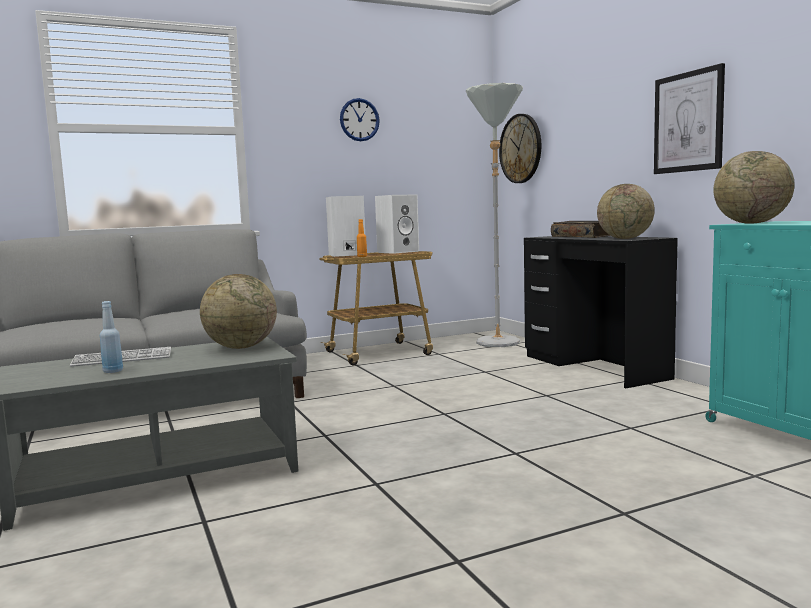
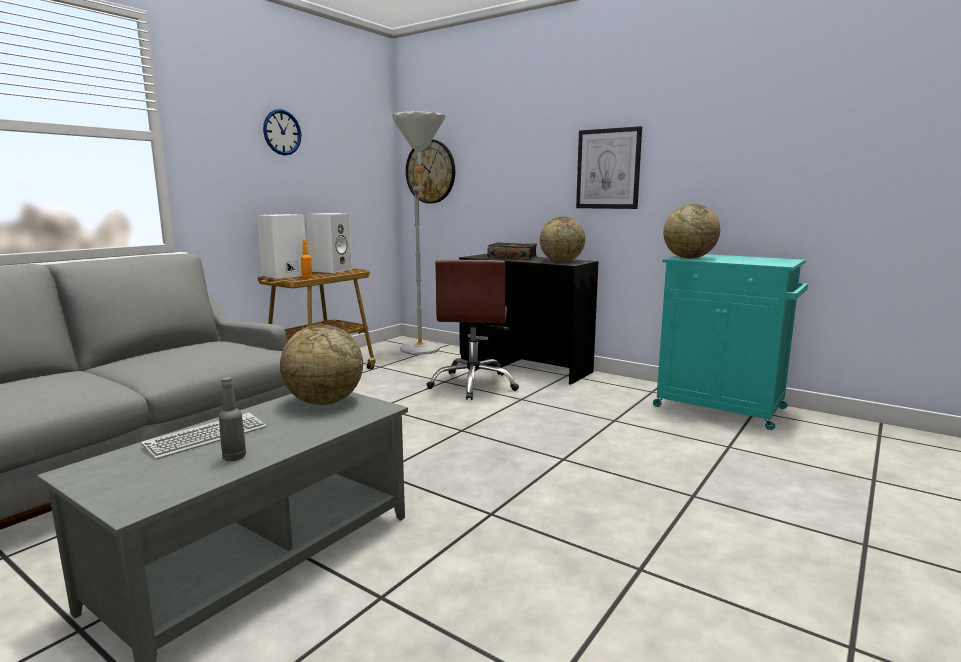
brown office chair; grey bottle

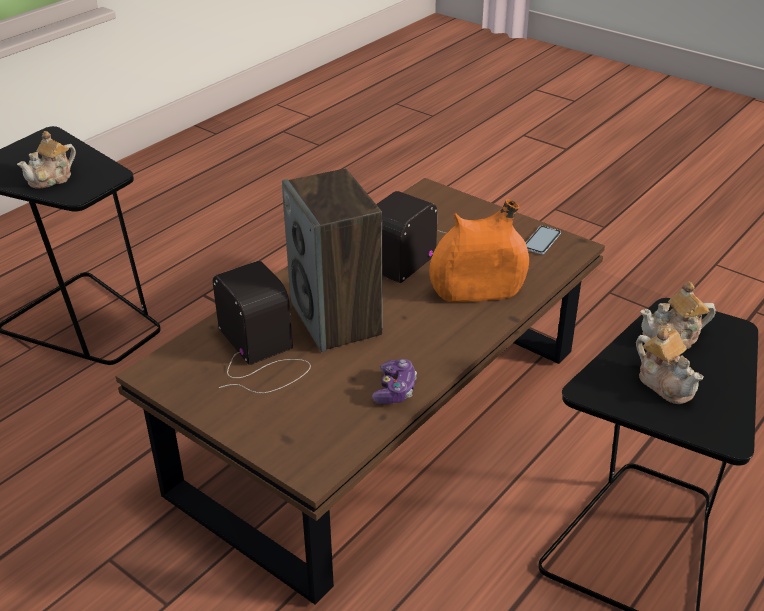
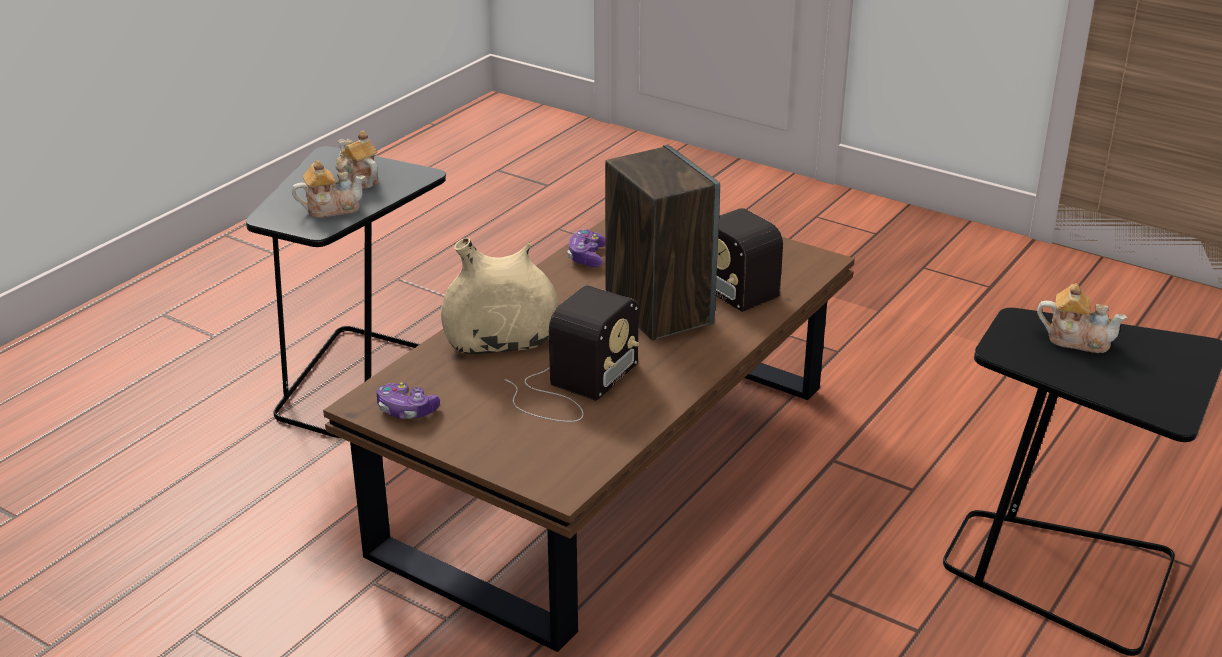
game controller (no. 1 from left); beige vase; teapot (no. 3 from left)

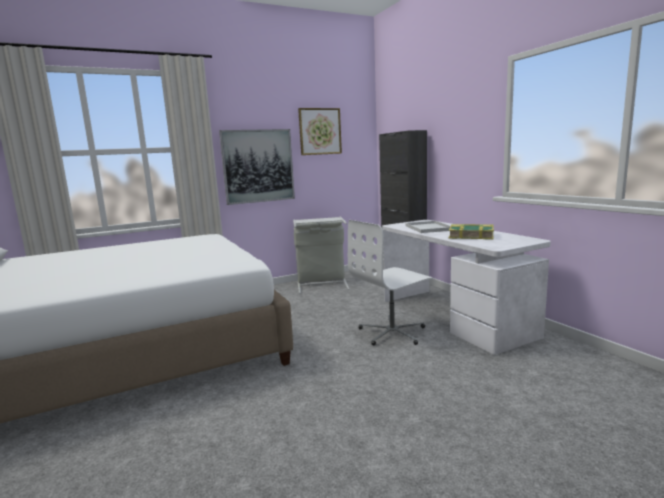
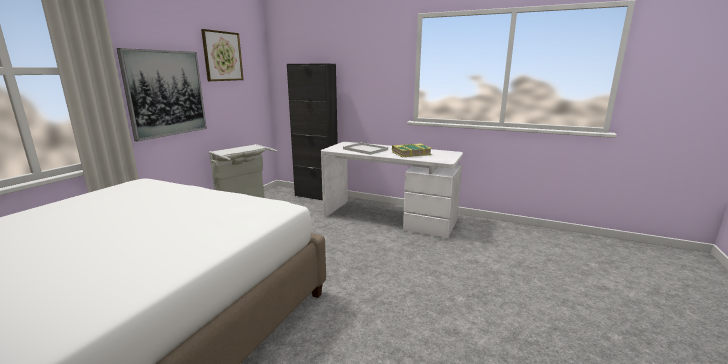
white office chair

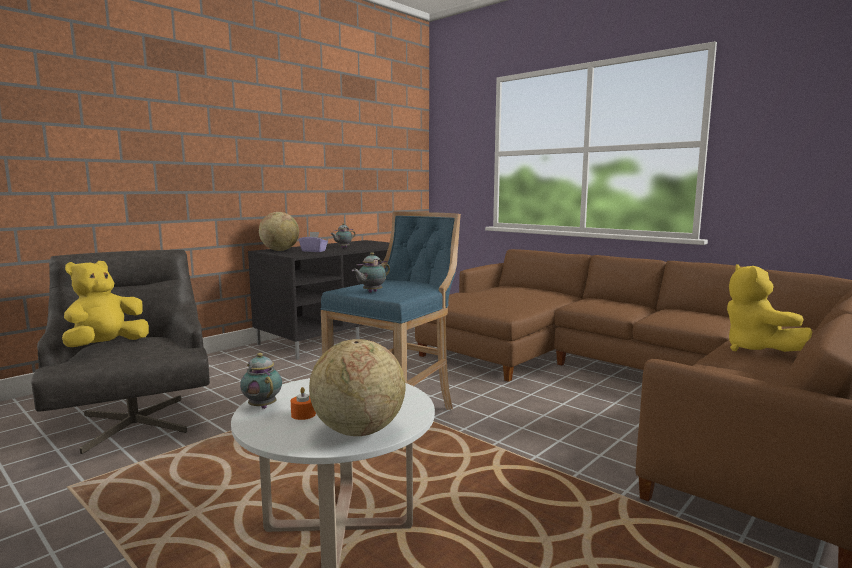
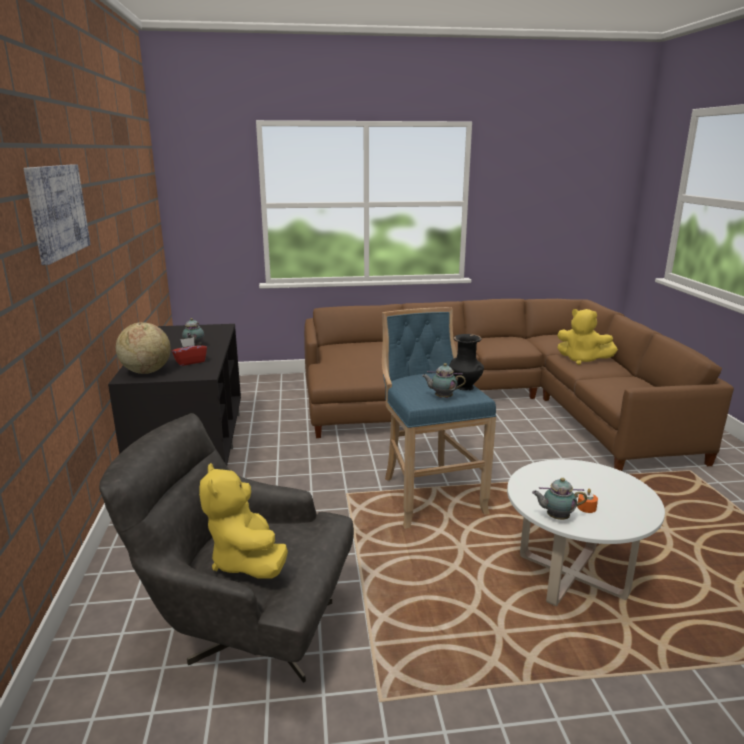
globe (no. 2 from left in the first image); picture; black vase; red tissue box; teapot (no. 2 from left)

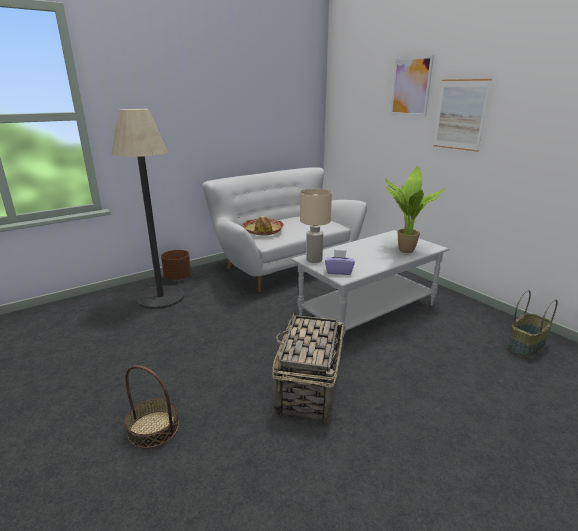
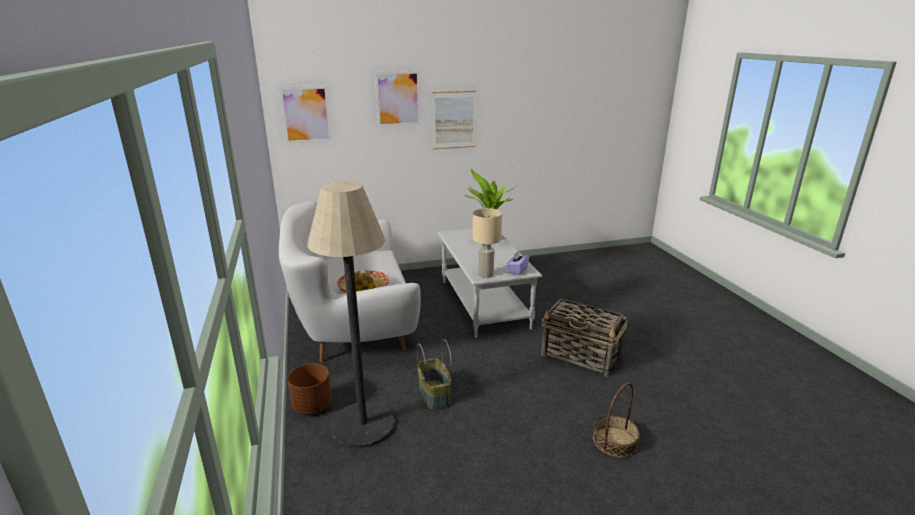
picture (no. 1 from left); basket (no. 1 from left)

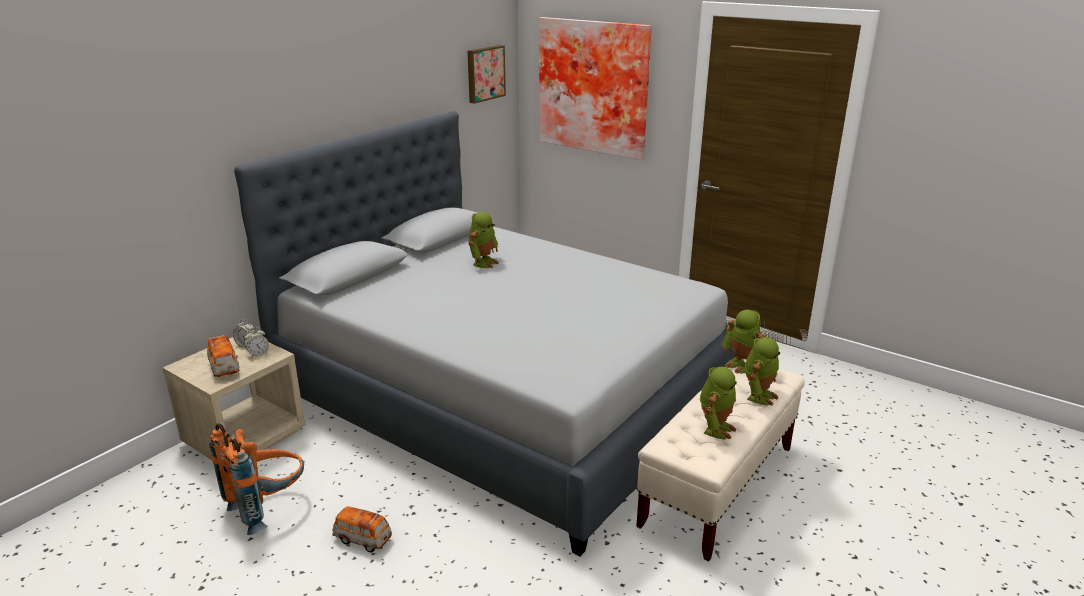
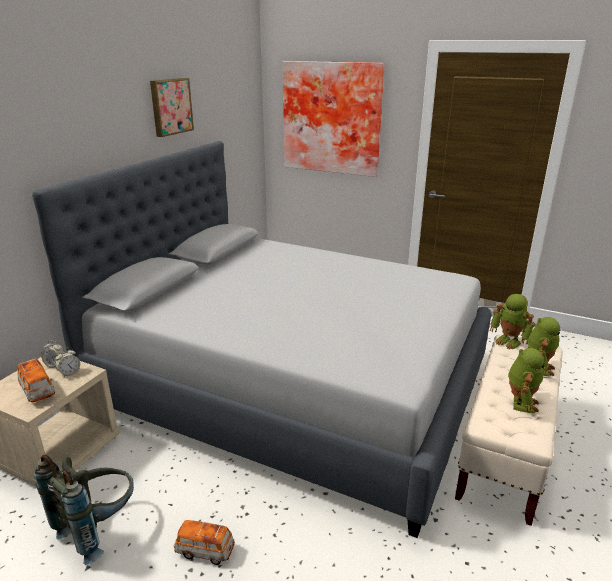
toy robot (no. 1 from left in the first image); picture (no. 1 from left); grey backpack

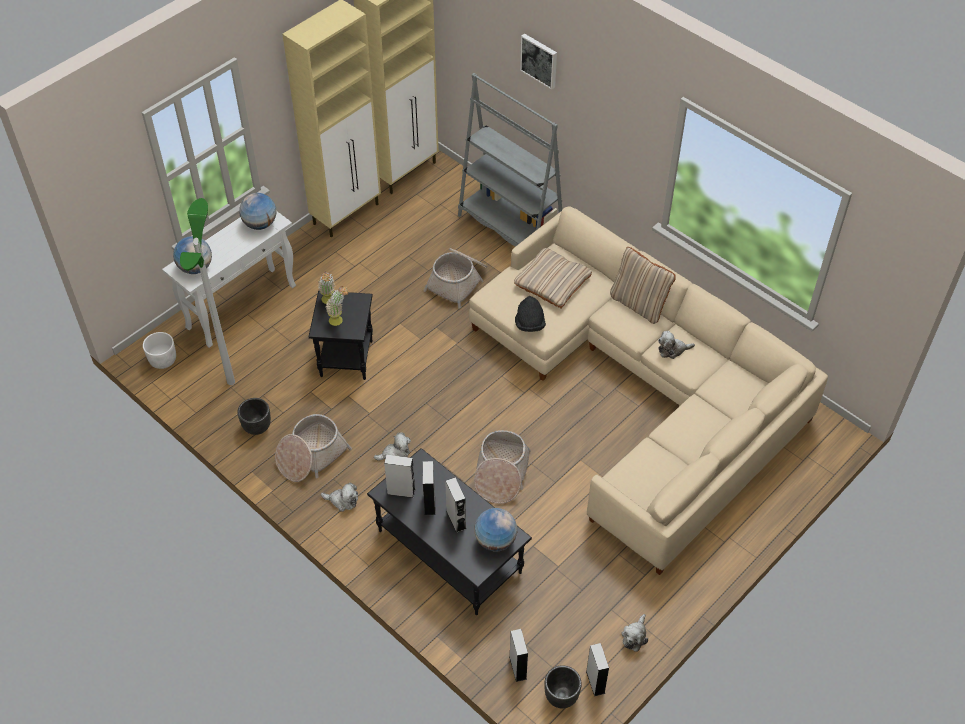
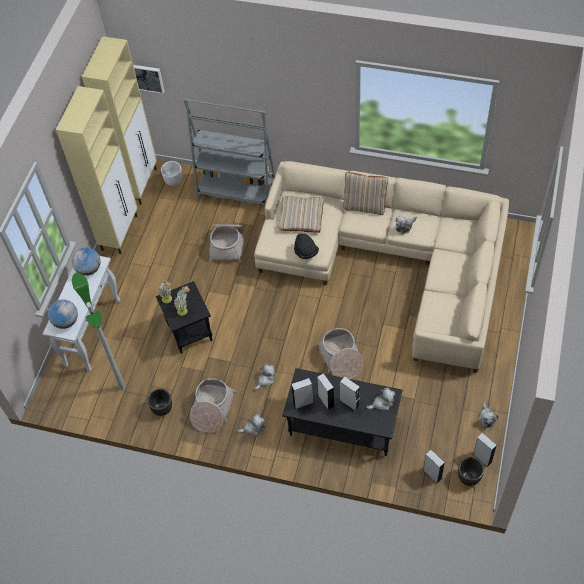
white planter; picture; plush toy (no. 3 from left)

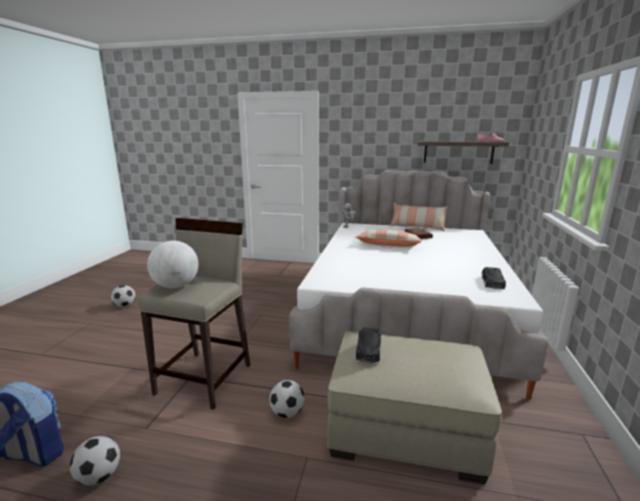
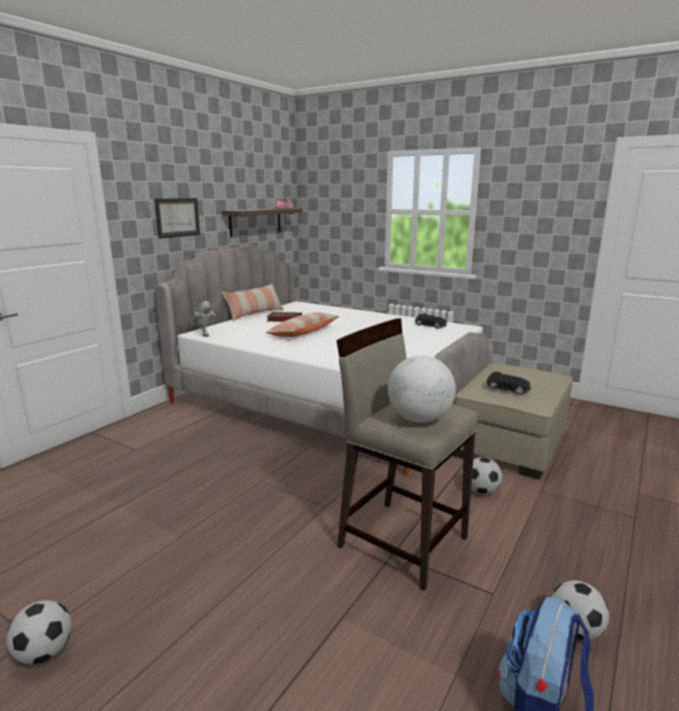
picture

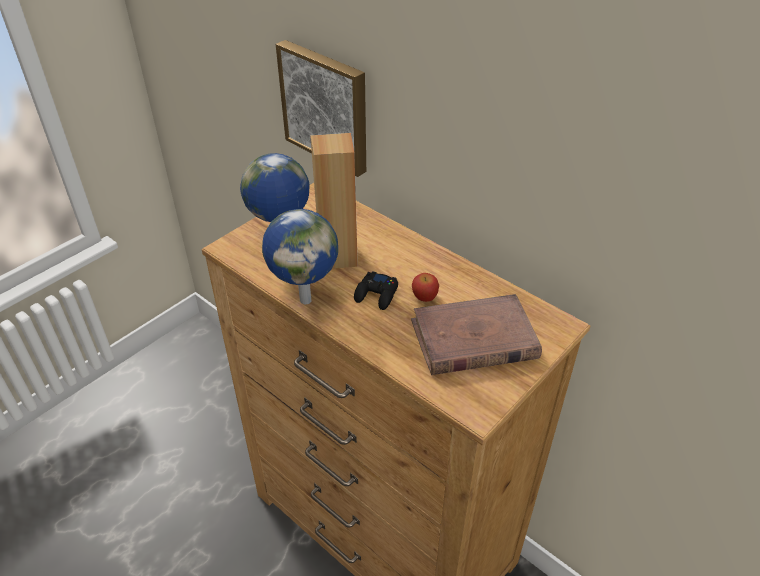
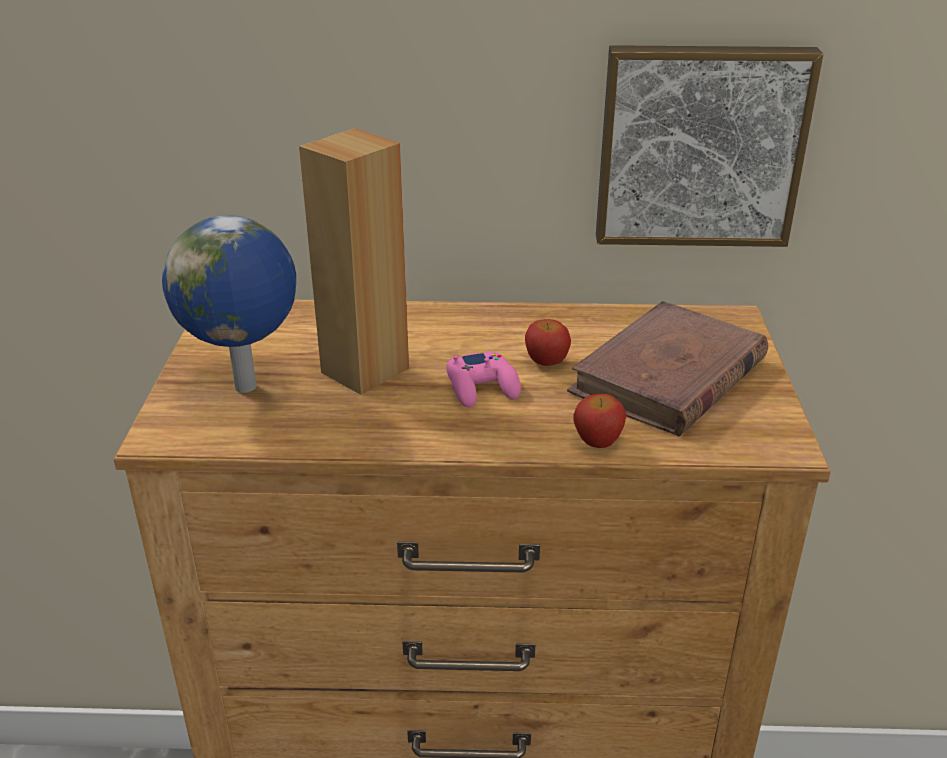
globe (no. 2 from left in the first image); apple (no. 2 from left); picture; pink game controller

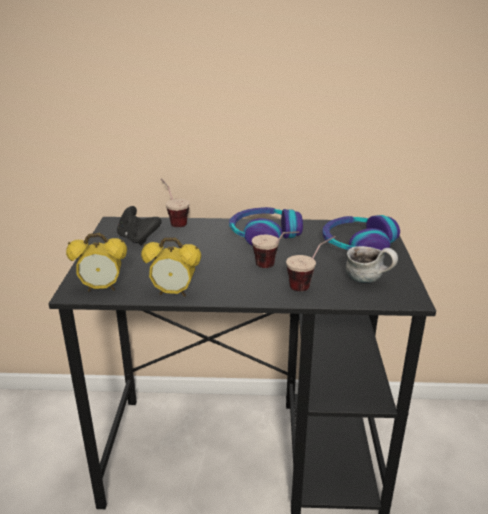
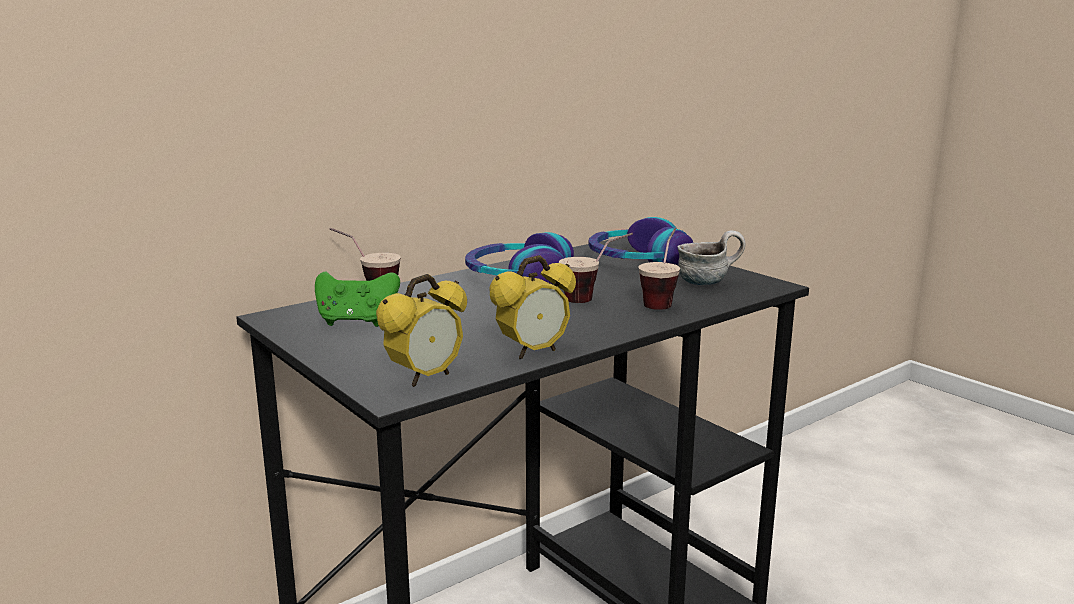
green game controller

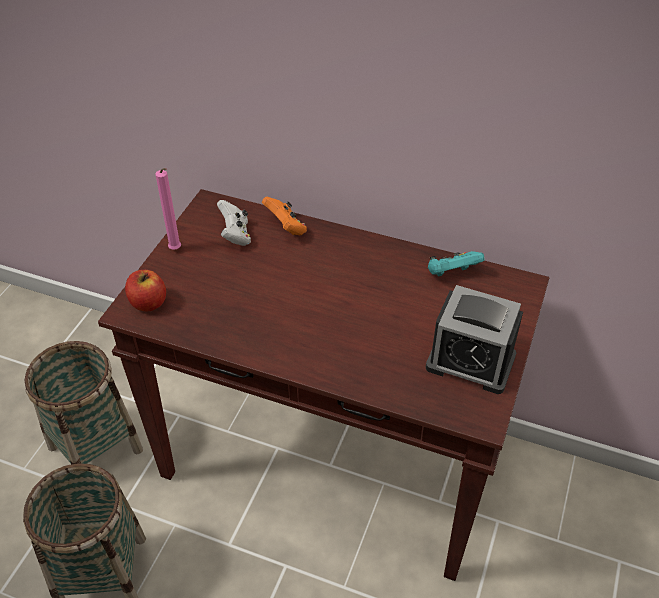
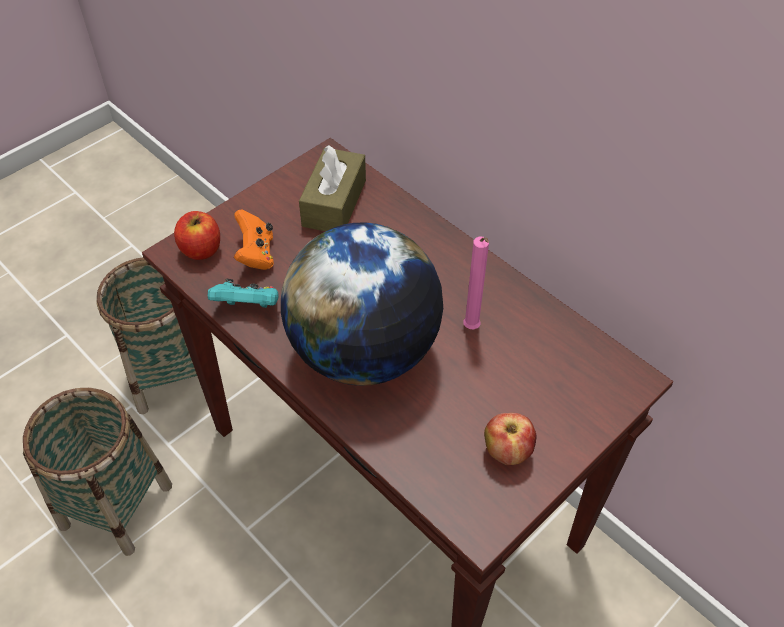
globe; pink candle; orange game controller; turquoise game controller; brown tissue box; apple (no. 2 from left)

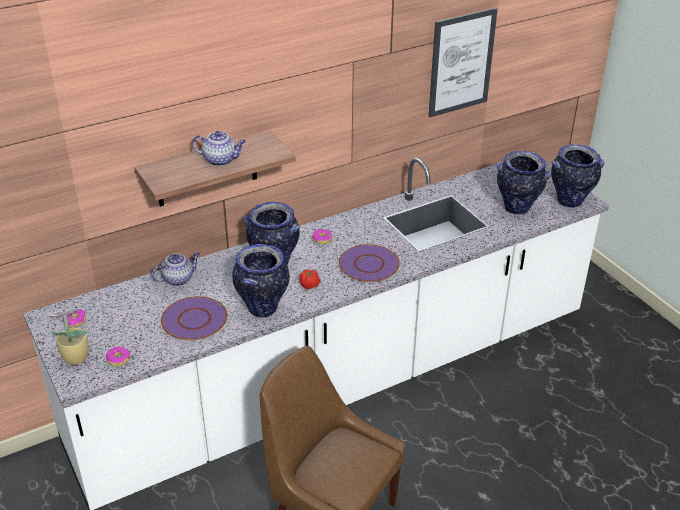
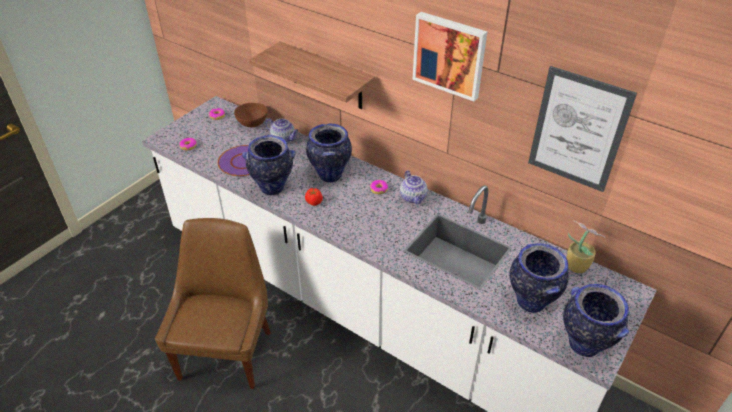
purple plate (no. 2 from left in the first image); brown bowl; picture (no. 1 from left); potted plant; teapot (no. 2 from left)

